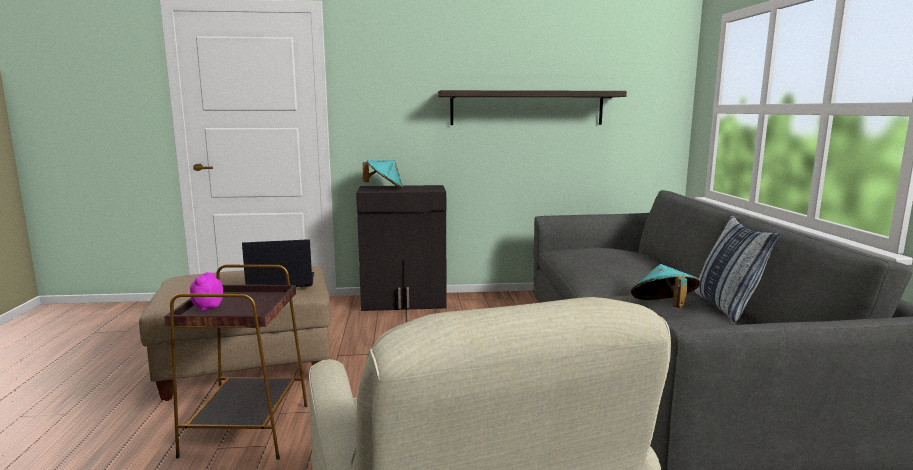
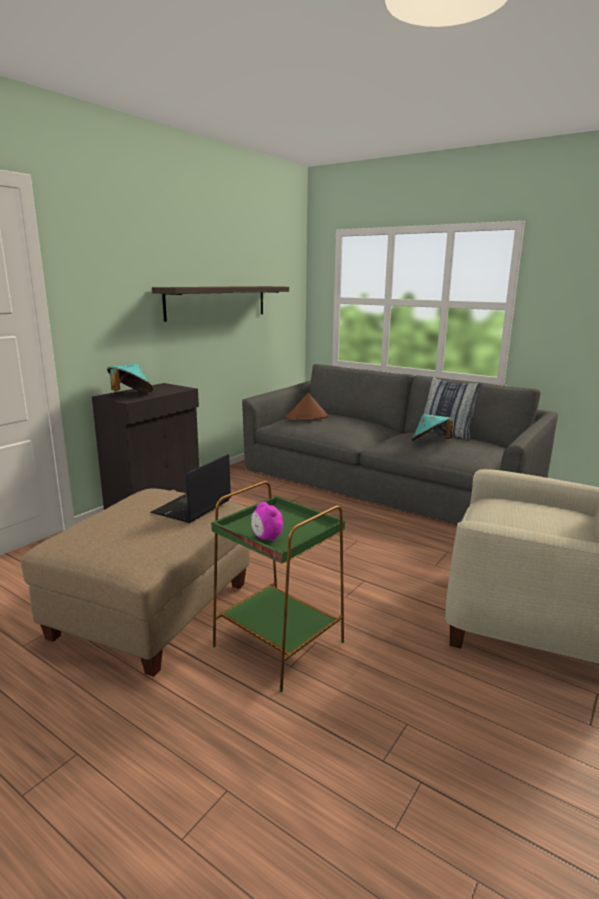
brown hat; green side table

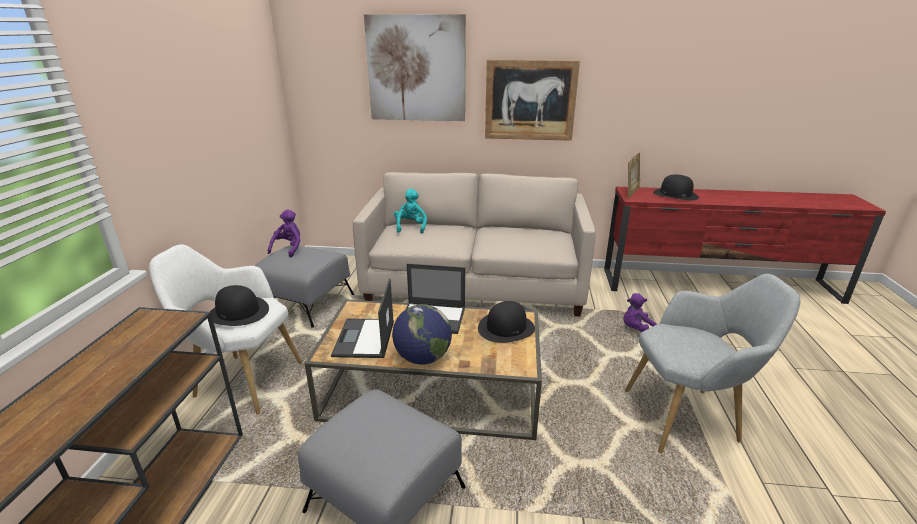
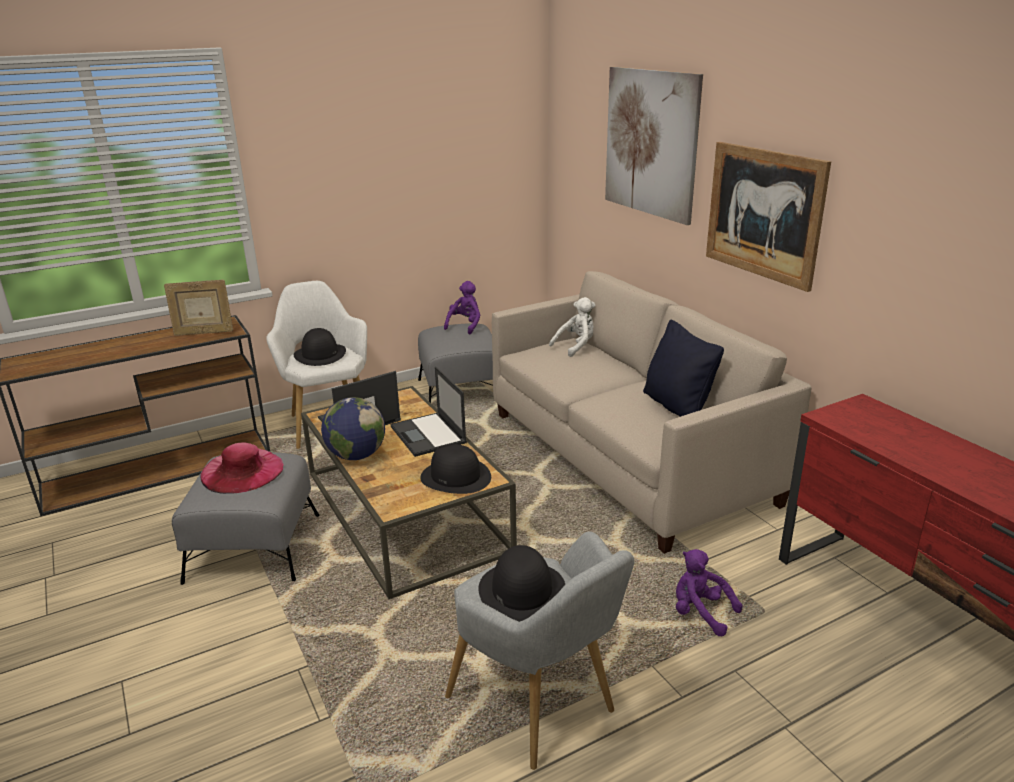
pink hat; black pillow; picture frame; black hat (no. 3 from left); white plush toy; purple plush toy (no. 1 from left)

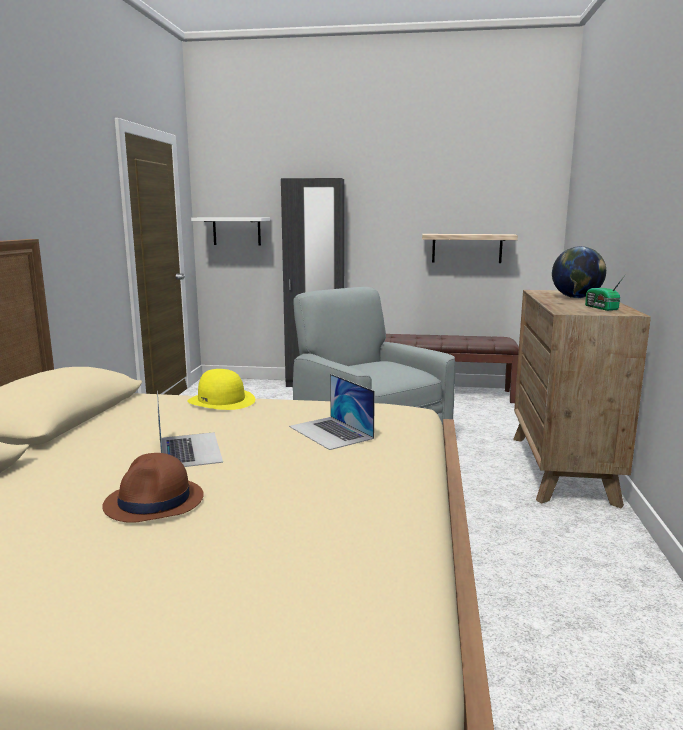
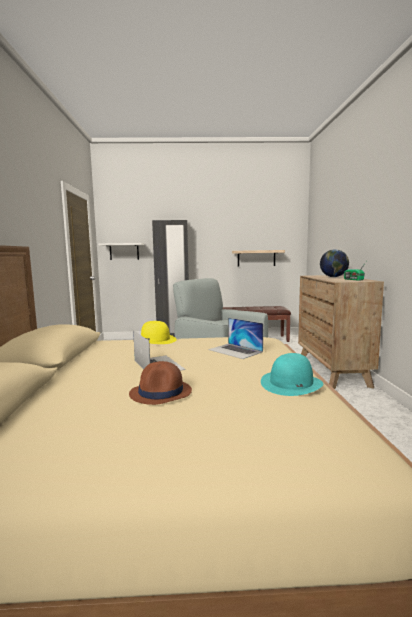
turquoise hat

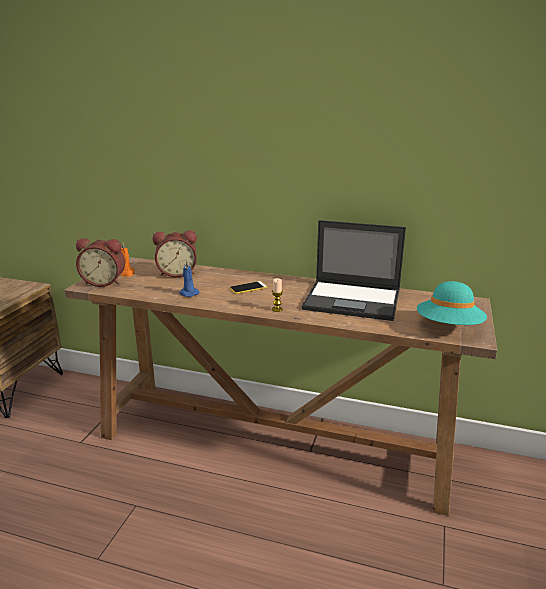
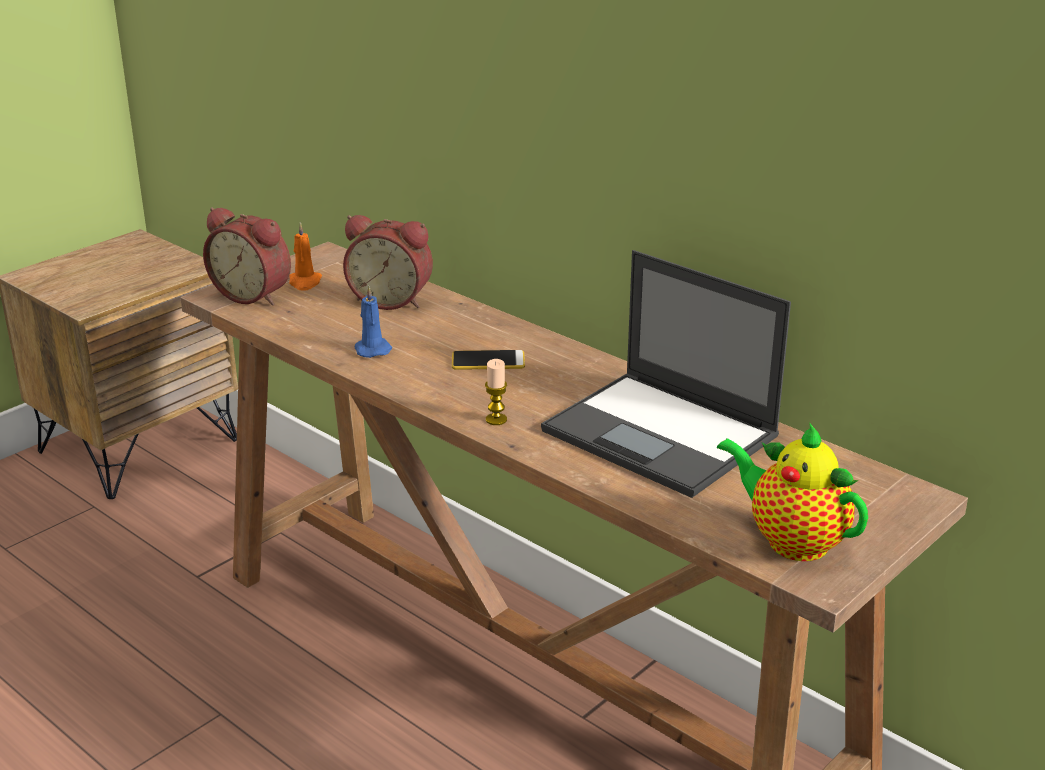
teapot

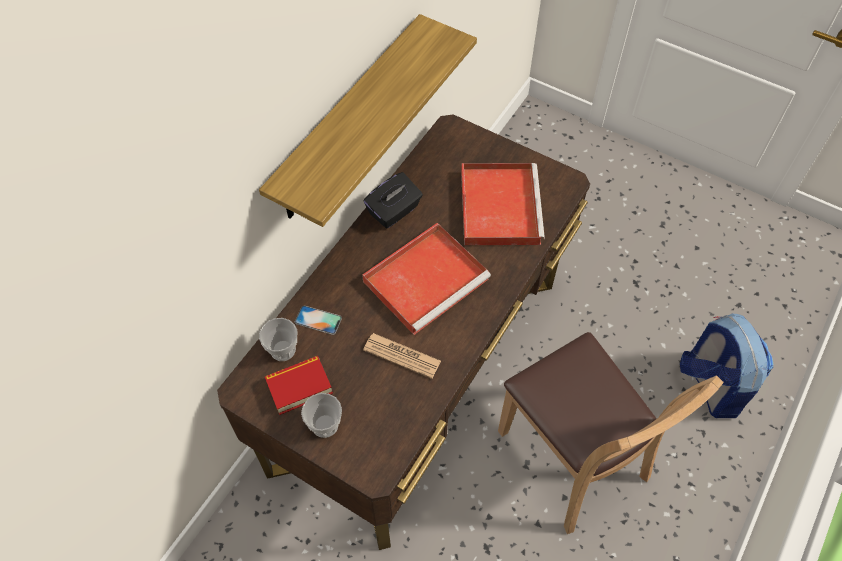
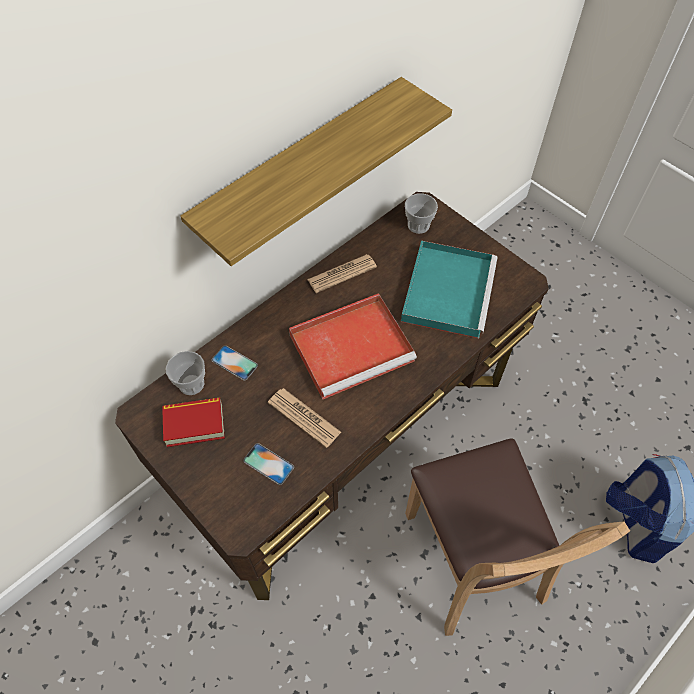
phone (no. 2 from left); cup (no. 2 from left); newspaper (no. 2 from left); turquoise tray

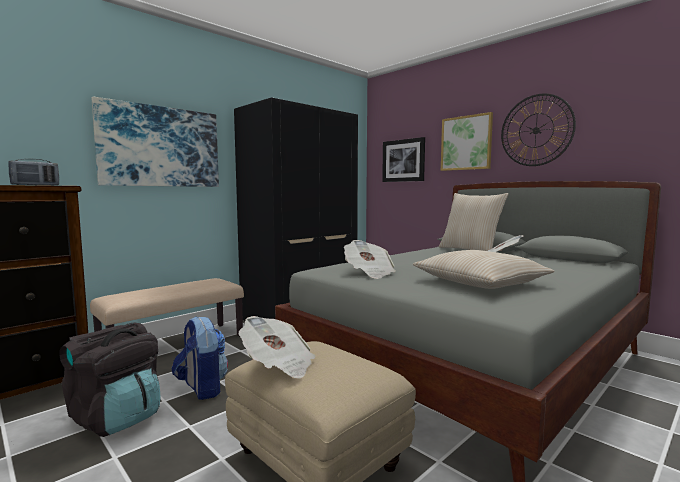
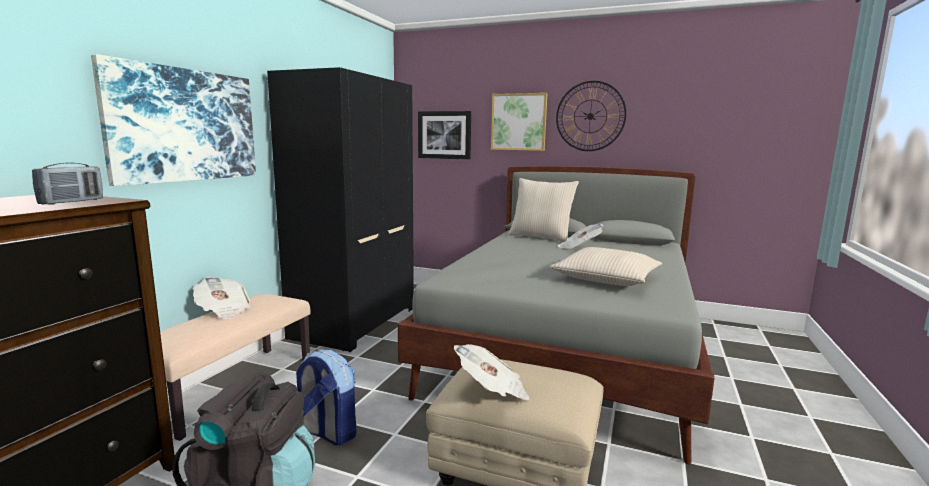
newspaper (no. 1 from left)

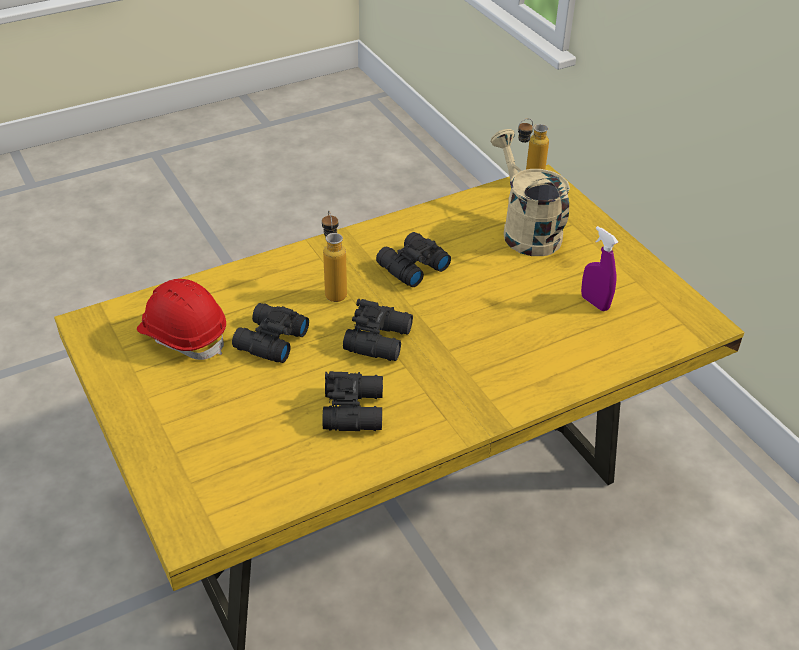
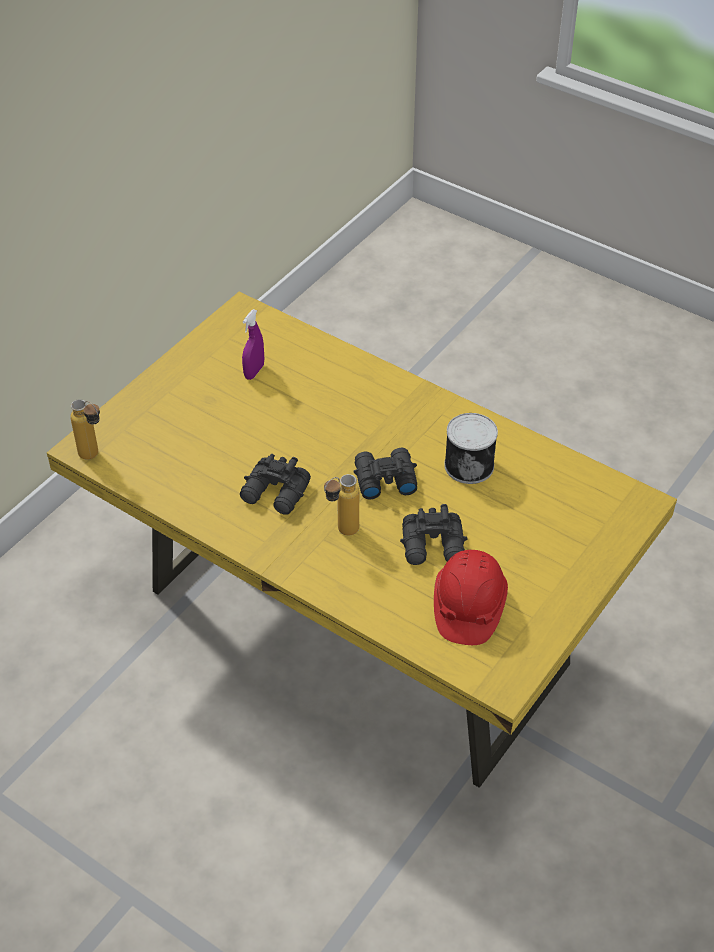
beige watering can; can

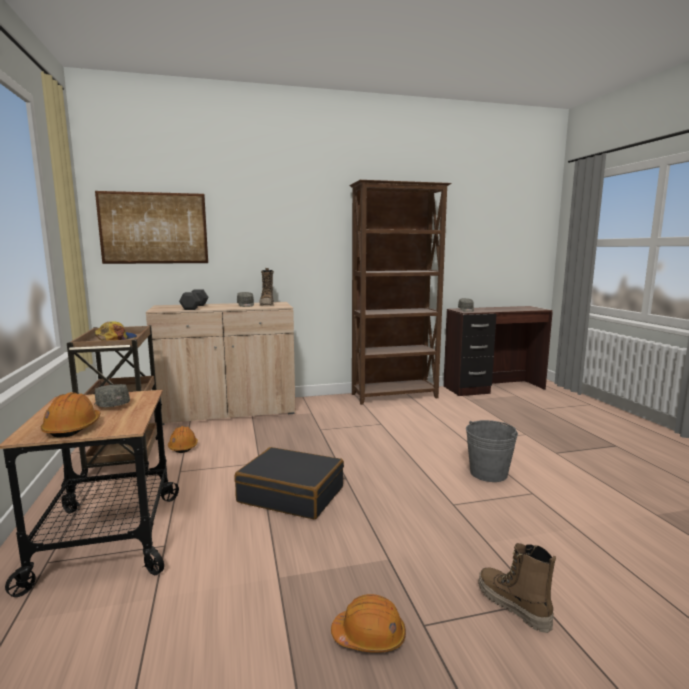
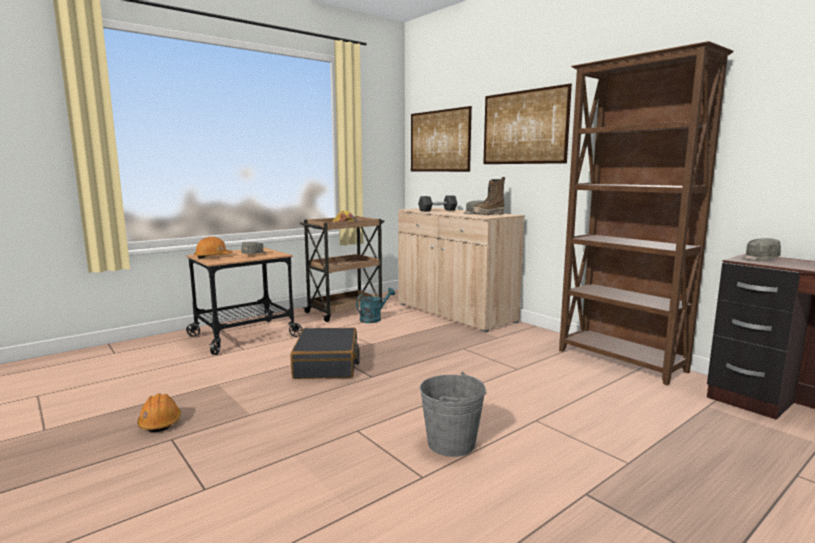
boot (no. 2 from left in the first image); picture (no. 2 from left); turquoise watering can

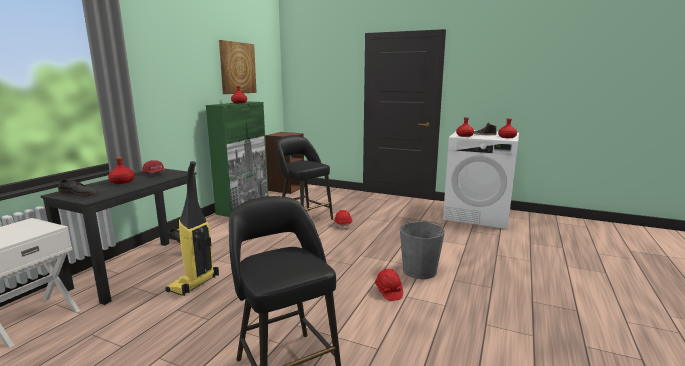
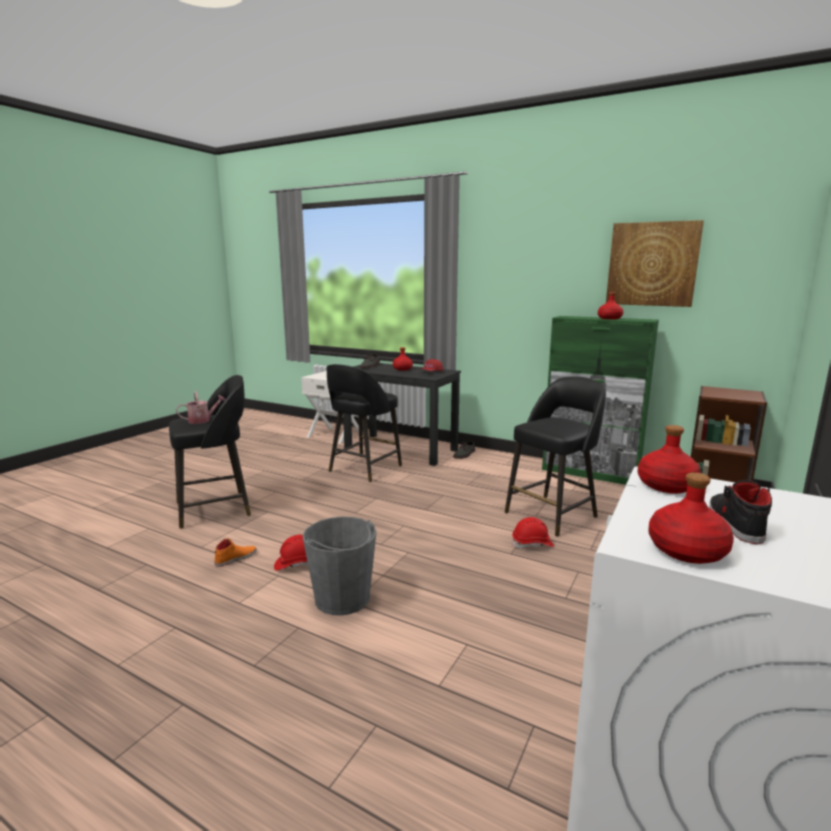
watering can; orange shoe; black stool (no. 2 from left)

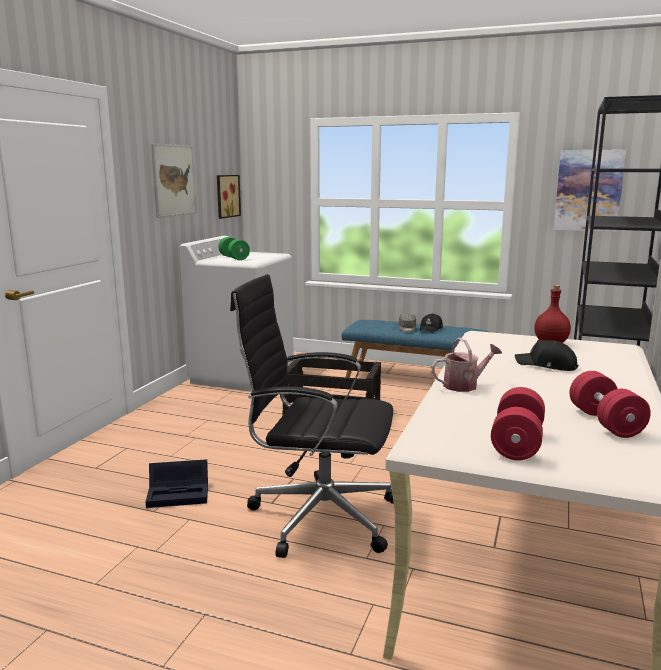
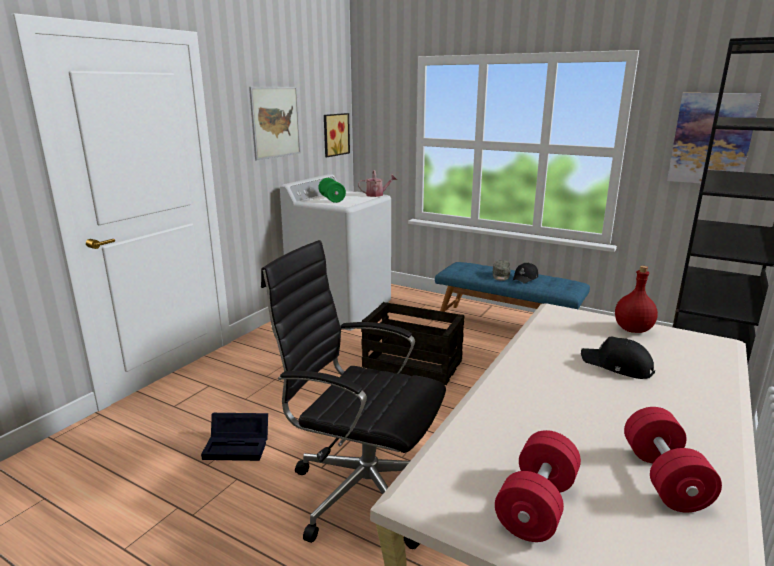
watering can

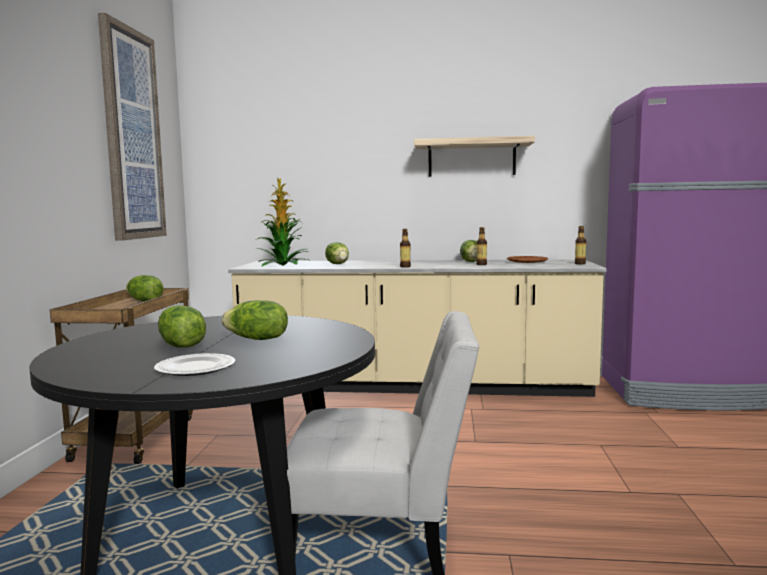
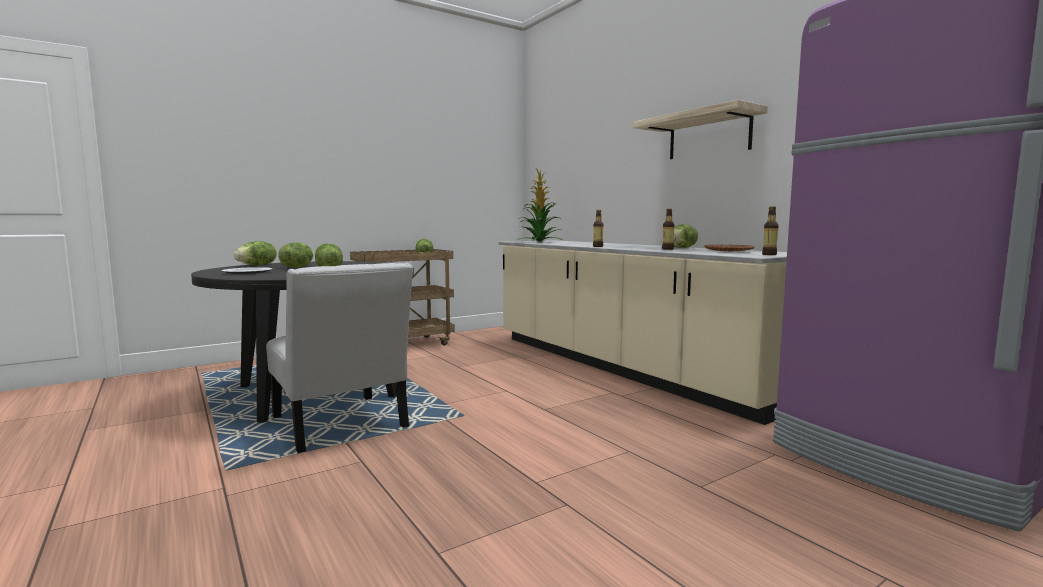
picture; lettuce (no. 1 from left)

